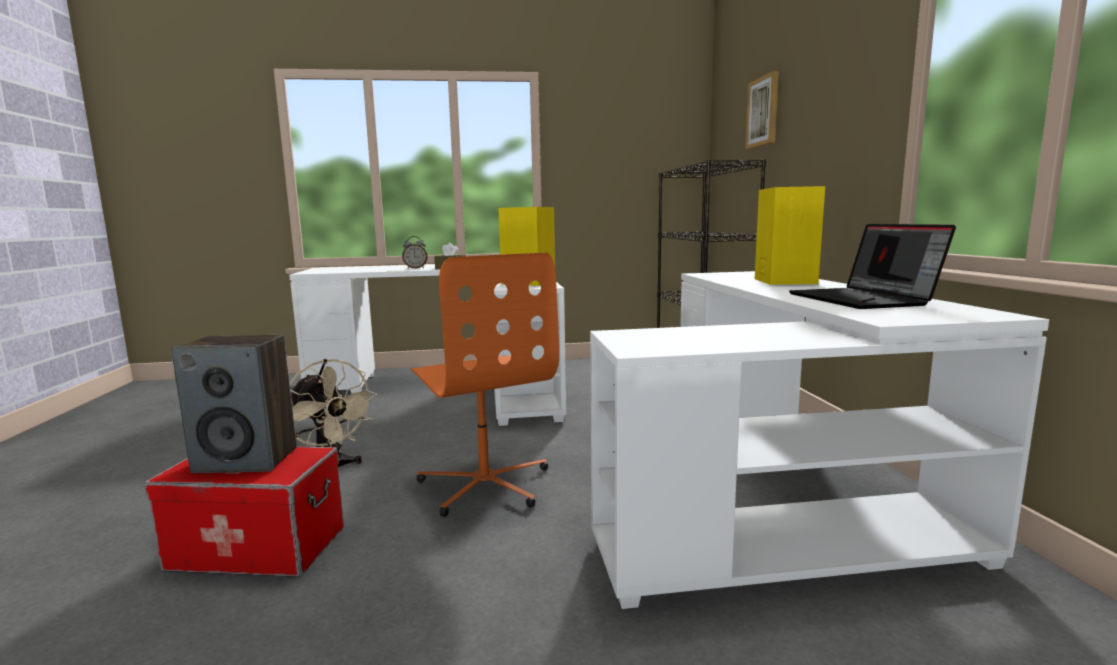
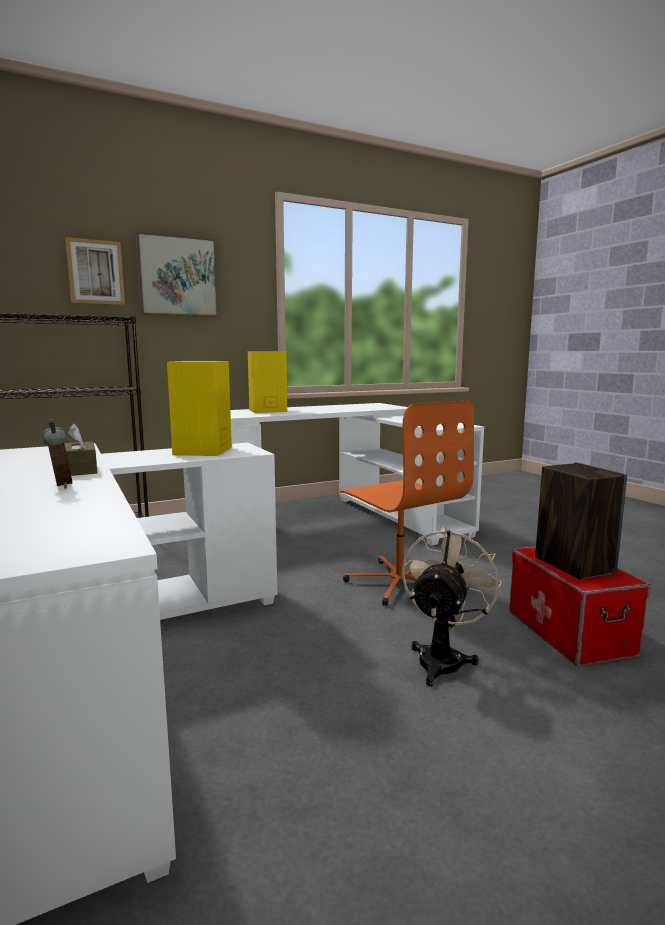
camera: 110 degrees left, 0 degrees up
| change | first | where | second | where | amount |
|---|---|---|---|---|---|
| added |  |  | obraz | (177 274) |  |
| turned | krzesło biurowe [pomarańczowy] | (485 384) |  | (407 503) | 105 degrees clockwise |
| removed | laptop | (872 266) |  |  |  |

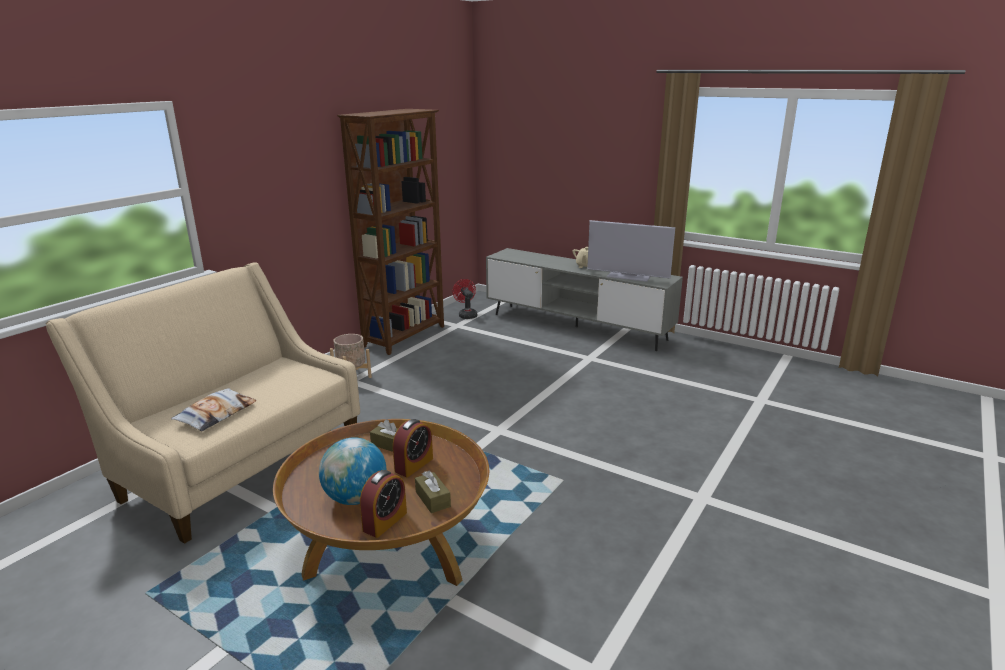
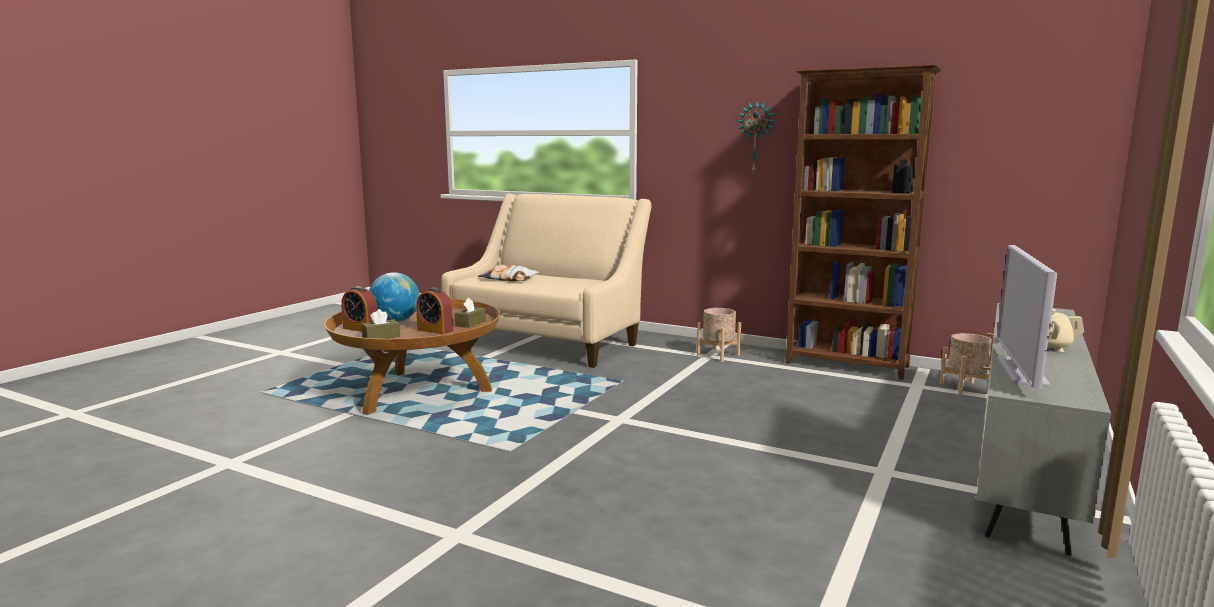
camera: 85 degrees right, 10 degrees down
| change | first | where | second | where | amount |
|---|---|---|---|---|---|
| added |  |  | zegar ścienny | (756 137) |  |
| replaced | wentylator [czerwony] | (464 299) | donica [beżowy] | (966 364) |  |

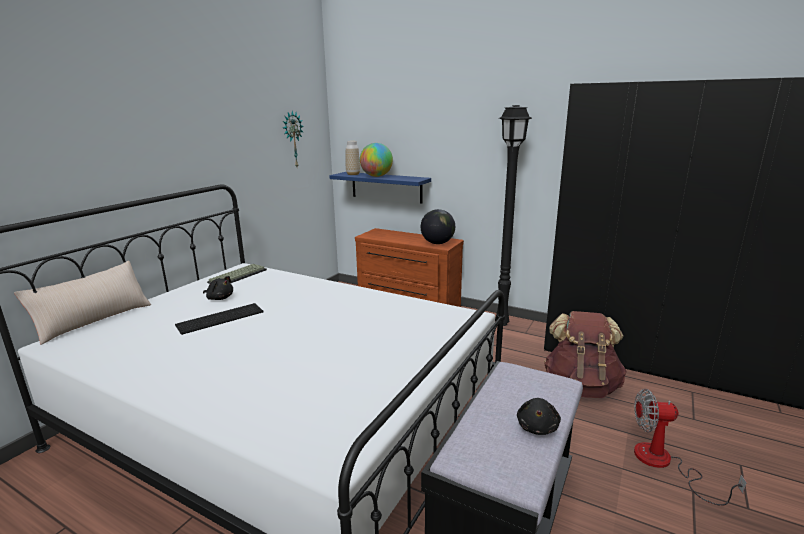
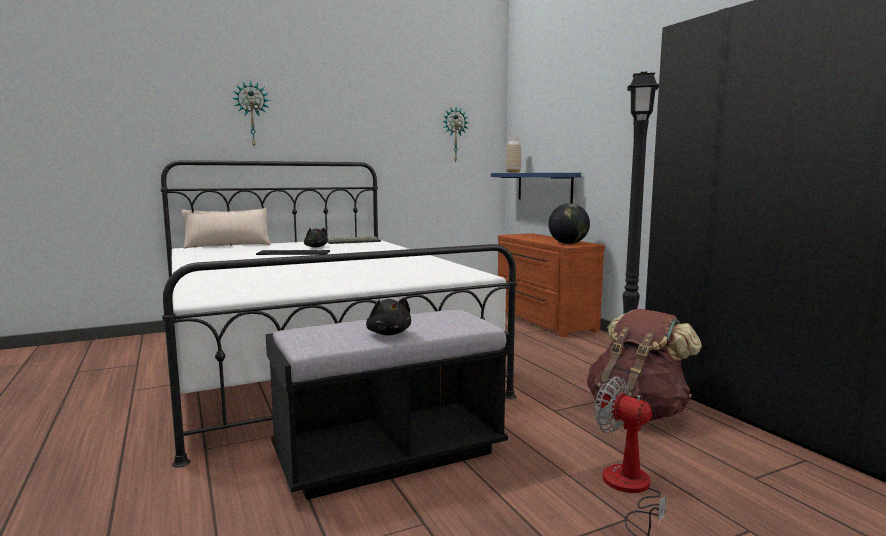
camera: 35 degrees right, 10 degrees down
| change | first | where | second | where | amount |
|---|---|---|---|---|---|
| added |  |  | zegar ścienny | (251 113) |  |
| turned | pluszak [czarny] | (539 416) |  | (388 316) | 75 degrees counterclockwise |
| removed | globus | (376 160) |  |  |  |

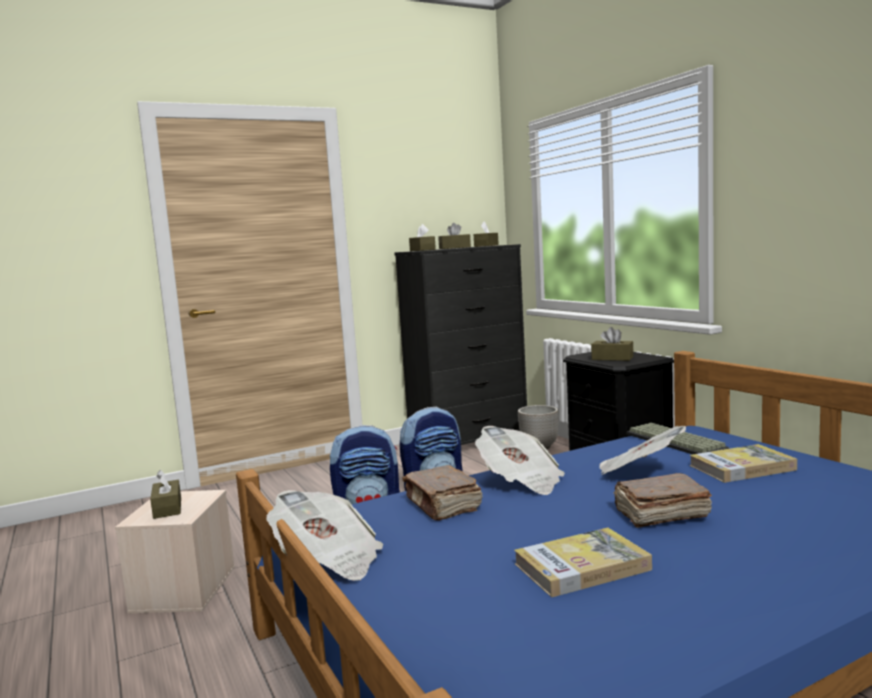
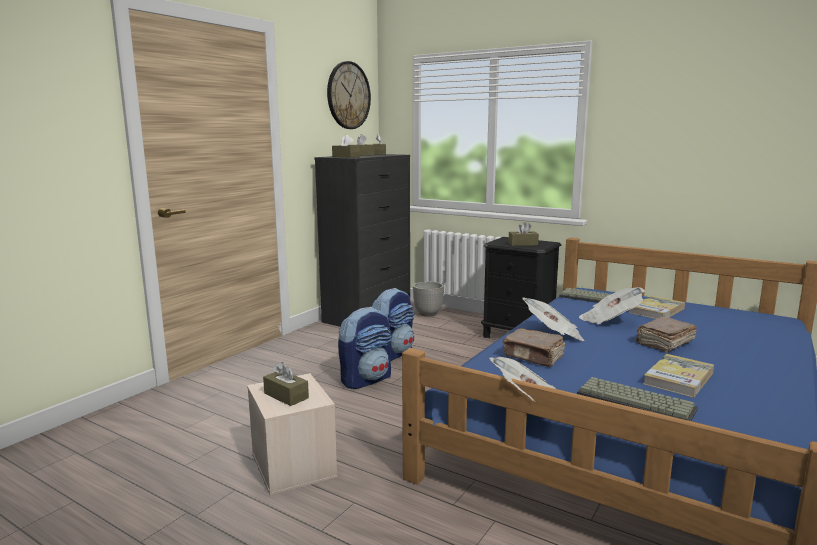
camera: 30 degrees left, 5 degrees up
| change | first | where | second | where | amount |
|---|---|---|---|---|---|
| added |  |  | zegar ścienny | (349 95) |  |
| added |  |  | klawiatura | (637 399) |  |

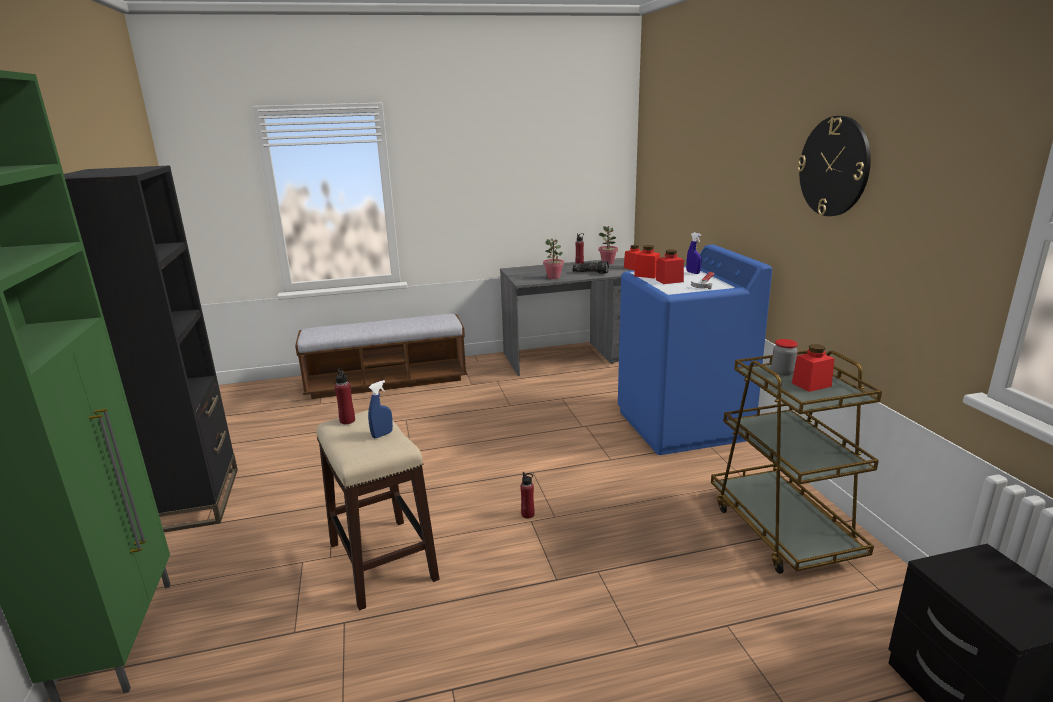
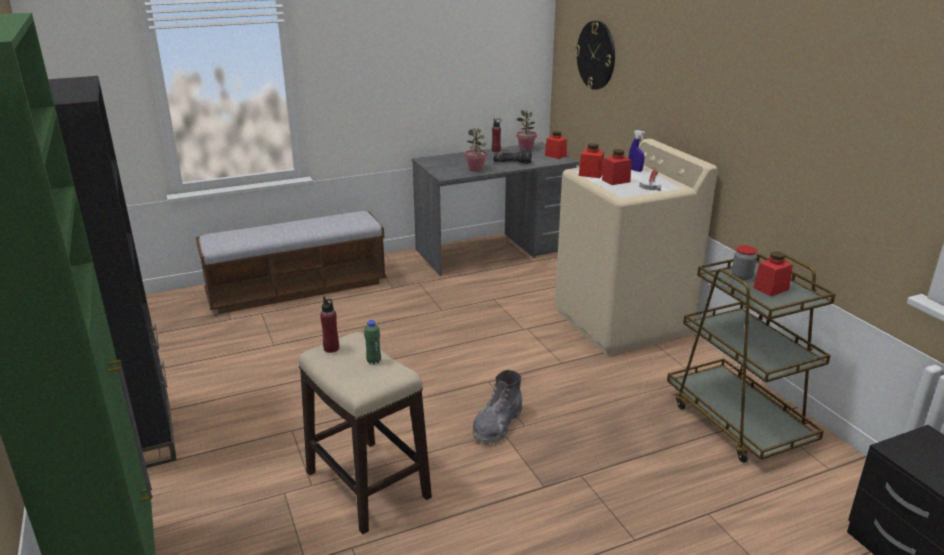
camera: 10 degrees left, 5 degrees up
| change | first | where | second | where | amount |
|---|---|---|---|---|---|
| replaced | spryskiwacz [niebieski] | (380 409) | butelka [zielony] | (372 342) |  |
| replaced | butelka [czerwony] | (527 495) | but z cholewką [szary] | (497 407) |  |
| recoloured | pralka [niebieski] | (695 350) | pralka [beżowy] | (636 247) |  |
| moved | zegar ścienny | (834 166) |  | (595 55) |  |

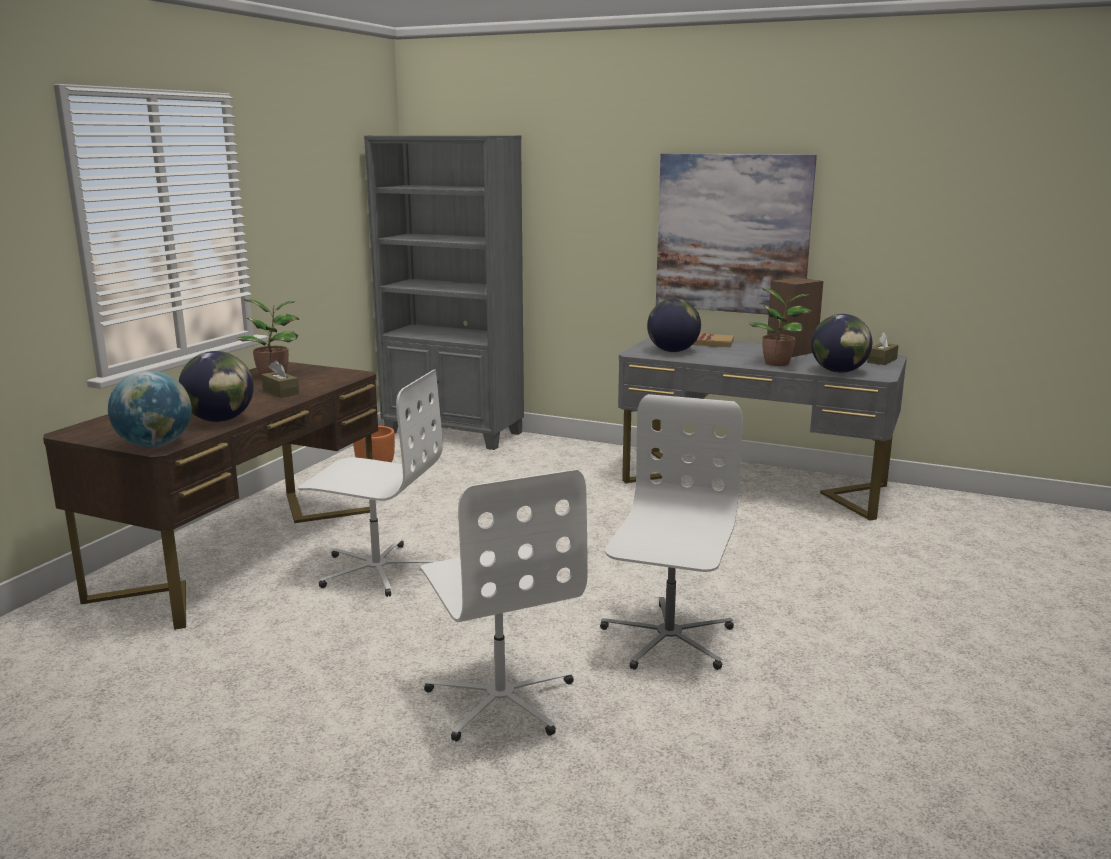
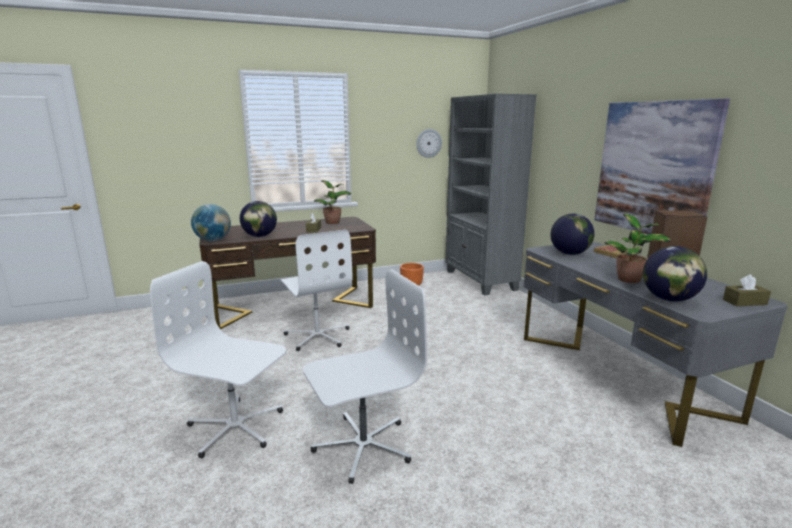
camera: 45 degrees right, 0 degrees up
| change | first | where | second | where | amount |
|---|---|---|---|---|---|
| turned | krzesło biurowe [biały] | (504 605) |  | (218 359) | 90 degrees clockwise |
| added |  |  | zegar ścienny | (429 143) |  |

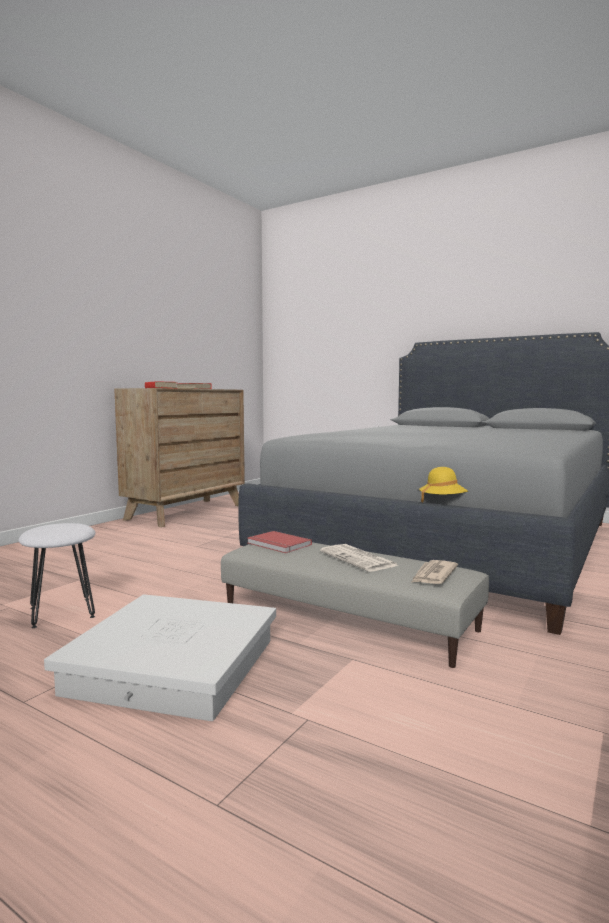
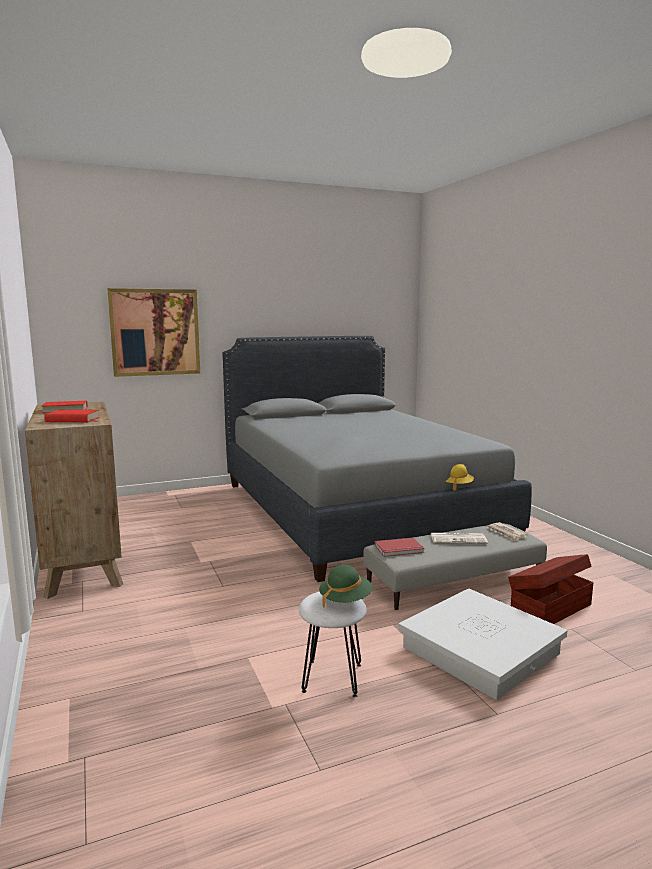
camera: 55 degrees left, 5 degrees up
| change | first | where | second | where | amount |
|---|---|---|---|---|---|
| added |  |  | obraz | (153 332) |  |
| added |  |  | kapelusz [zielony] | (346 586) |  |
| added |  |  | pojemnik do przechowywania [brązowy] | (551 589) |  |

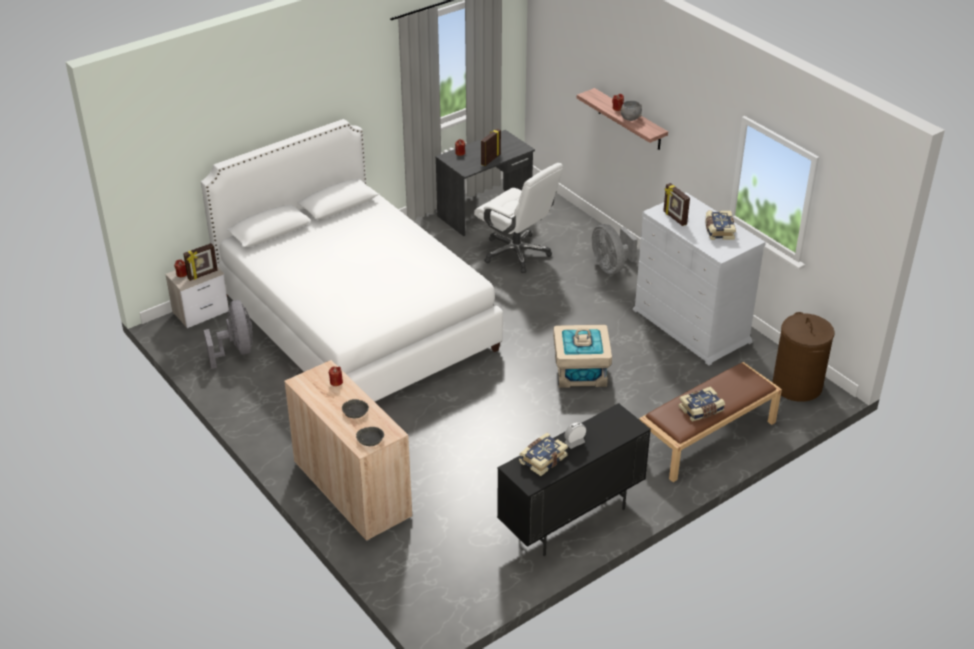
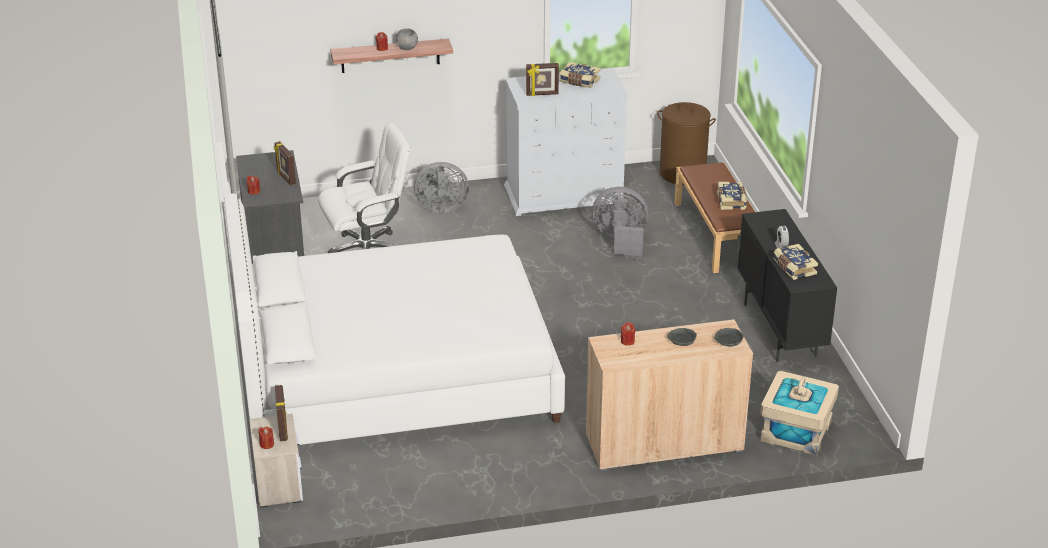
camera: 65 degrees left, 5 degrees down
| change | first | where | second | where | amount |
|---|---|---|---|---|---|
| moved | wentylator [szary] | (228 334) |  | (620 221) |  |
| moved | pojemnik do przechowywania [beżowy] | (582 356) |  | (799 413) |  |

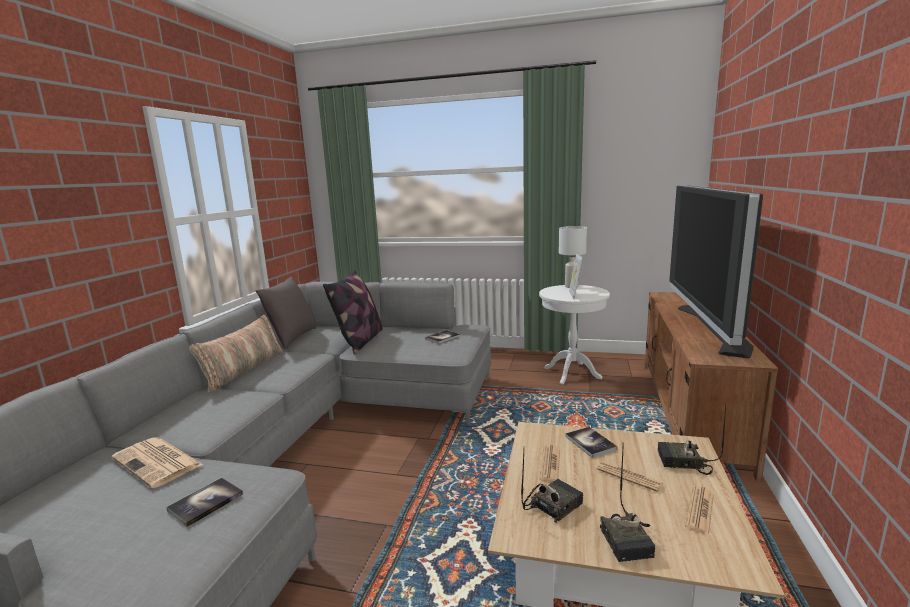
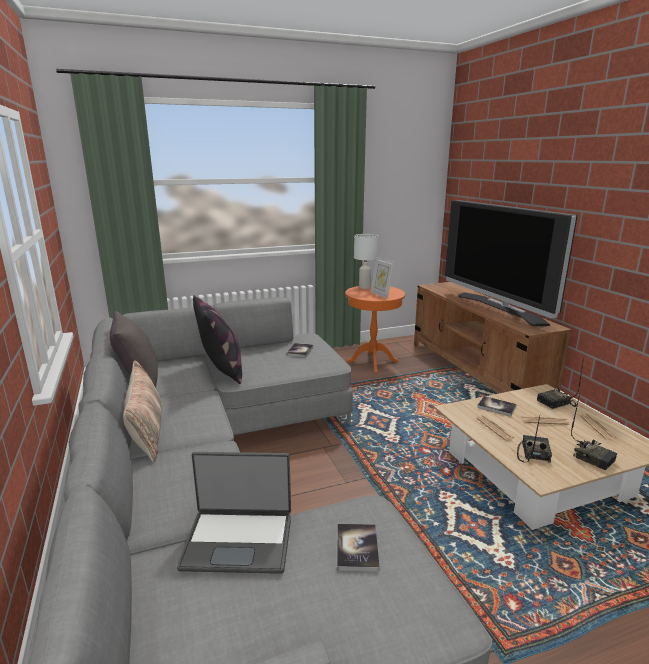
camera: 35 degrees left, 5 degrees up
| change | first | where | second | where | amount |
|---|---|---|---|---|---|
| replaced | gazeta | (157 462) | laptop | (234 513) |  |
| recoloured | stolik [biały] | (574 334) | stolik [pomarańczowy] | (375 329) |  |

